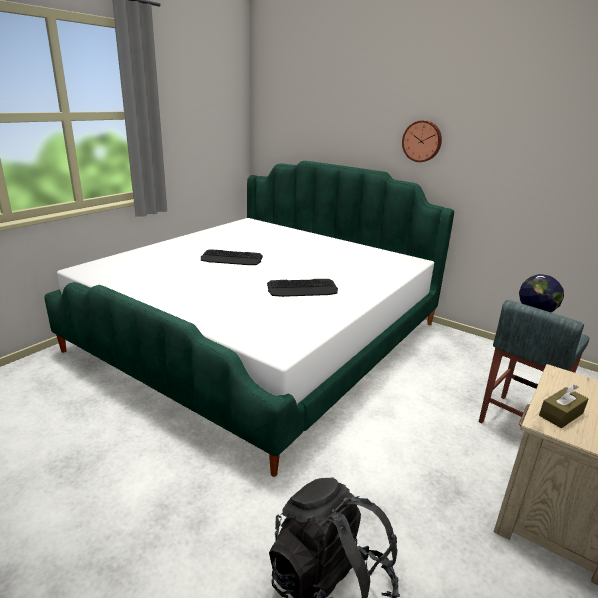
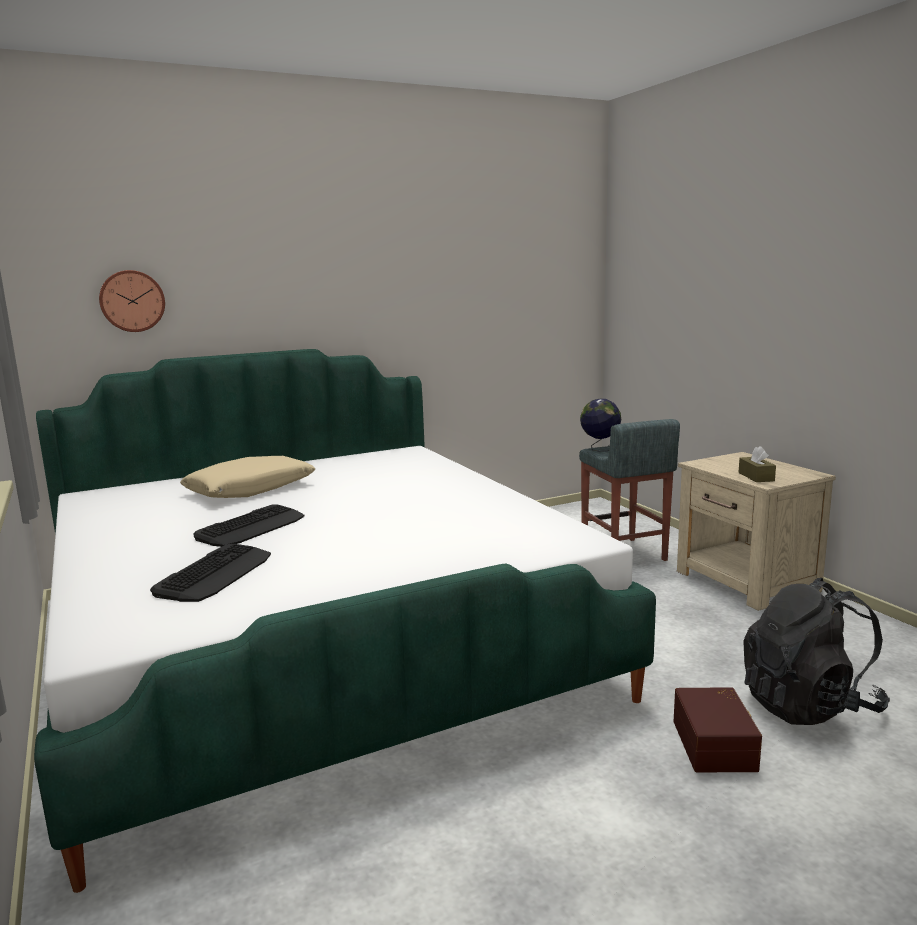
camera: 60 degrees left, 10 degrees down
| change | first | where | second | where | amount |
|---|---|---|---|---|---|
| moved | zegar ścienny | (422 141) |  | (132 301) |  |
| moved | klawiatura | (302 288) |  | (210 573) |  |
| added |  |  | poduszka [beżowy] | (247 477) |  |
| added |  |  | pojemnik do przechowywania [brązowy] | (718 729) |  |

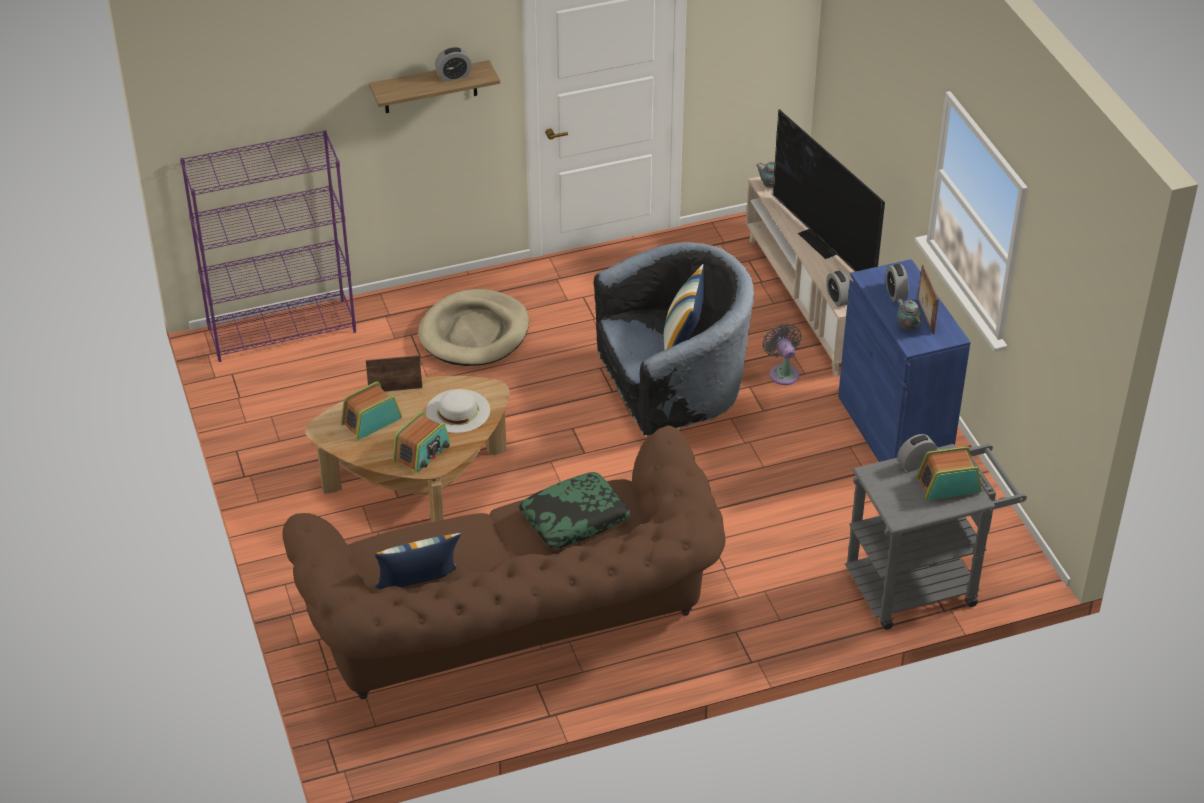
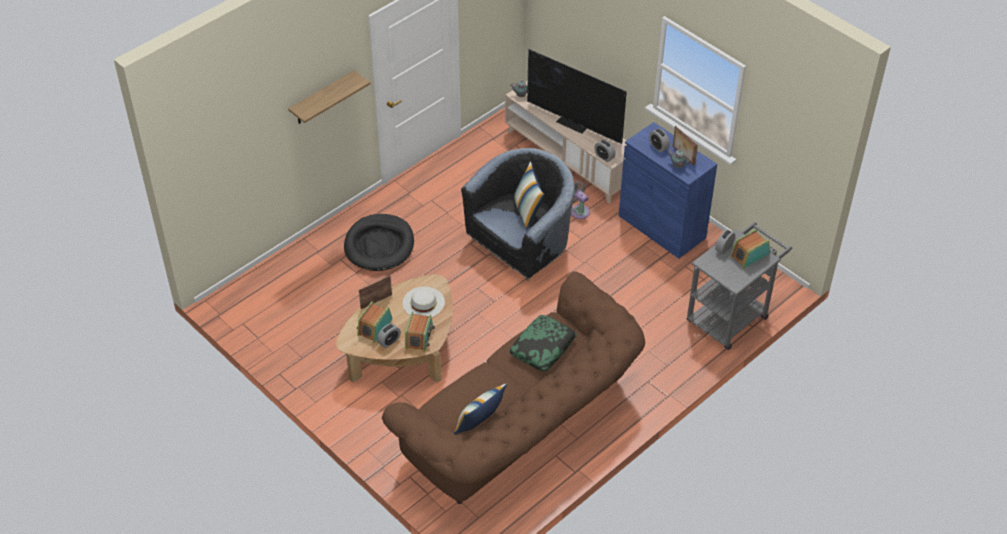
camera: 25 degrees left, 5 degrees up
| change | first | where | second | where | amount |
|---|---|---|---|---|---|
| recoloured | legowisko [beżowy] | (473 327) | legowisko [czarny] | (379 242) |  |
| moved | budzik | (453 64) |  | (389 335) |  |
| removed | regał [fioletowy] | (268 246) |  |  |  |

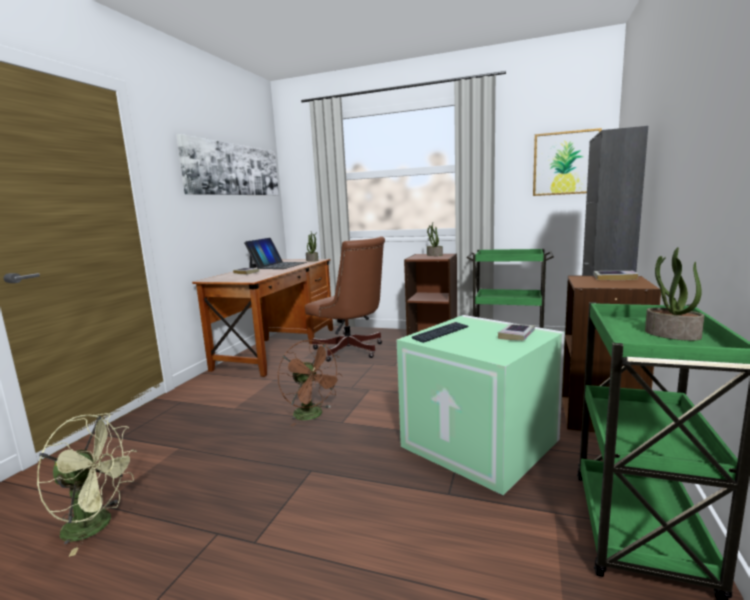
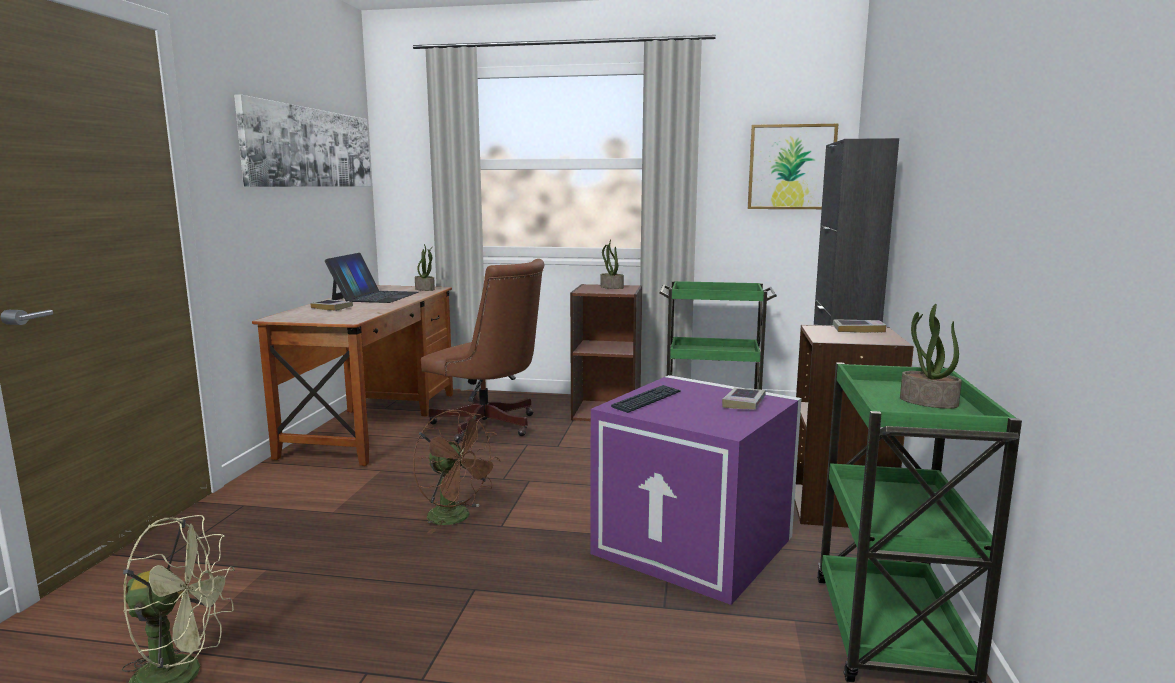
camera: 10 degrees left, 0 degrees up
| change | first | where | second | where | amount |
|---|---|---|---|---|---|
| recoloured | pojemnik do przechowywania [zielony] | (481 405) | pojemnik do przechowywania [fioletowy] | (696 490) |  |

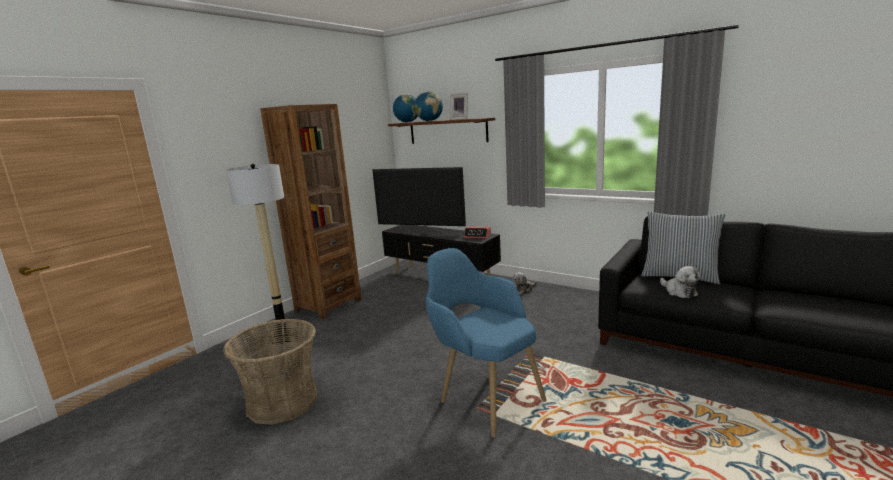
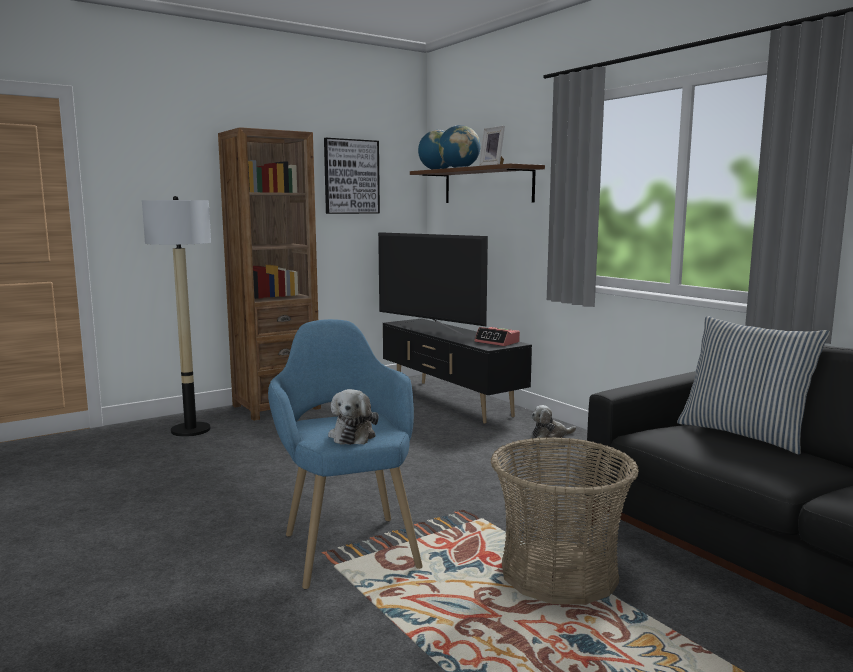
camera: 20 degrees right, 5 degrees down
| change | first | where | second | where | amount |
|---|---|---|---|---|---|
| added |  |  | obraz | (352 176) |  |
| moved | pluszak | (680 282) |  | (353 417) |  |
| moved | koszyk | (270 372) |  | (565 521) |  |

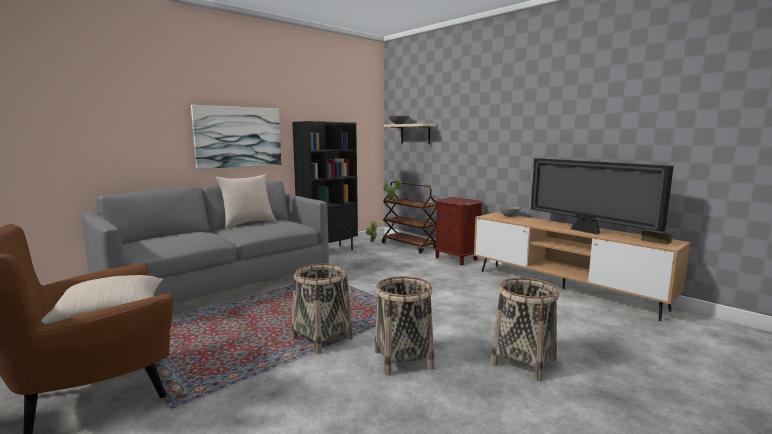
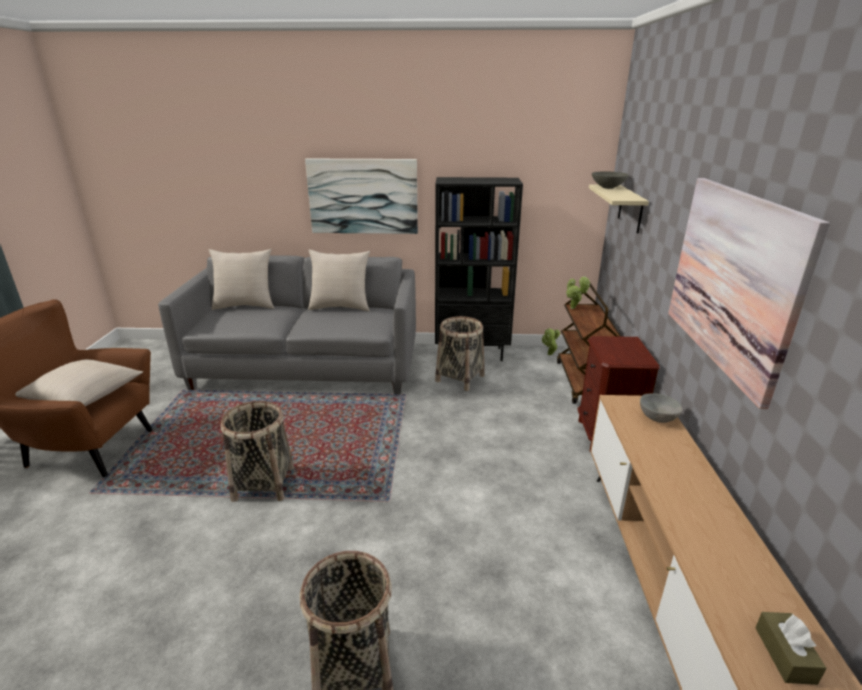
camera: 45 degrees right, 15 degrees up
| change | first | where | second | where | amount |
|---|---|---|---|---|---|
| added |  |  | poduszka [beżowy] | (241 279) |  |
| moved | koszyk | (404 326) |  | (460 353) |  |
| added |  |  | obraz | (749 293) |  |
| removed | telewizor | (602 196) |  |  |  |

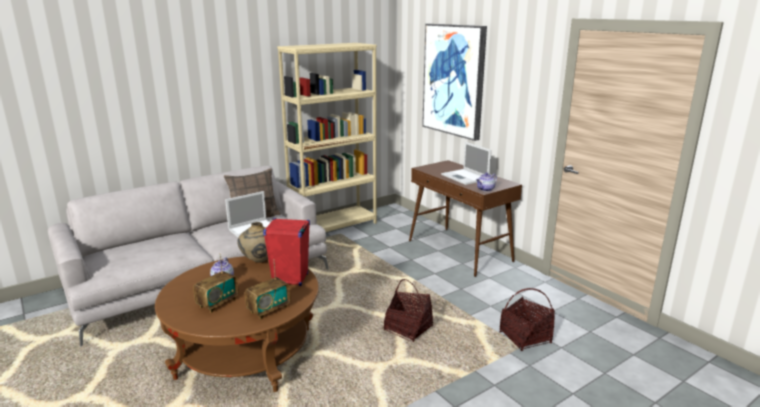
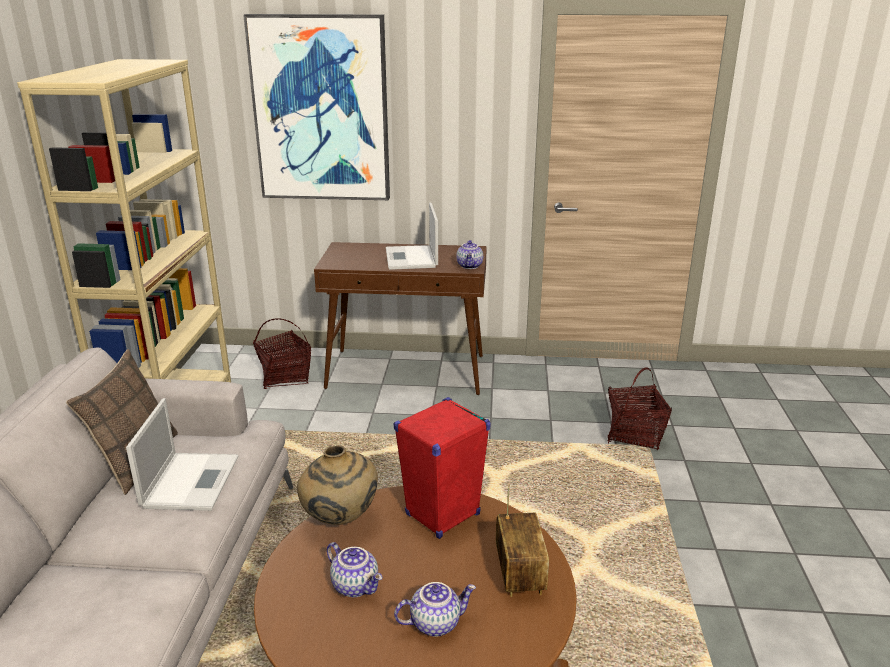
camera: 50 degrees left, 5 degrees up
| change | first | where | second | where | amount |
|---|---|---|---|---|---|
| moved | koszyk | (408 310) |  | (282 353) |  |
| turned | laptop | (466 163) |  | (412 236) | 75 degrees clockwise |
| replaced | radio | (216 283) | imbryk | (435 609) |  |

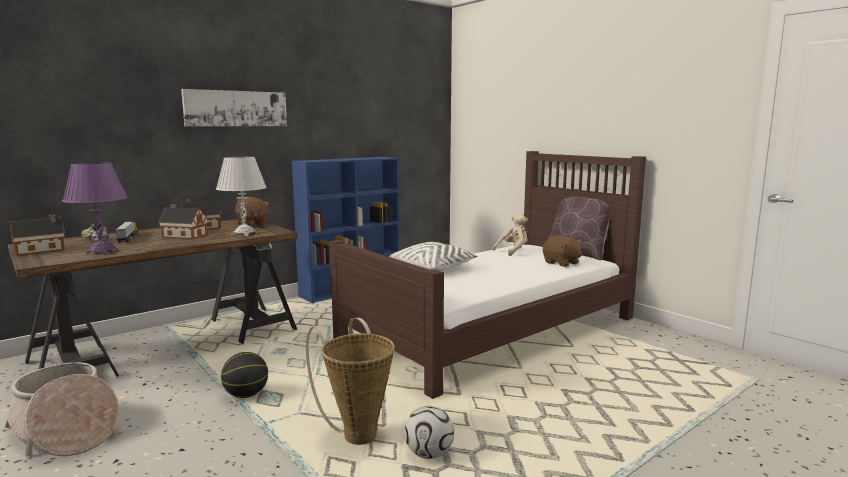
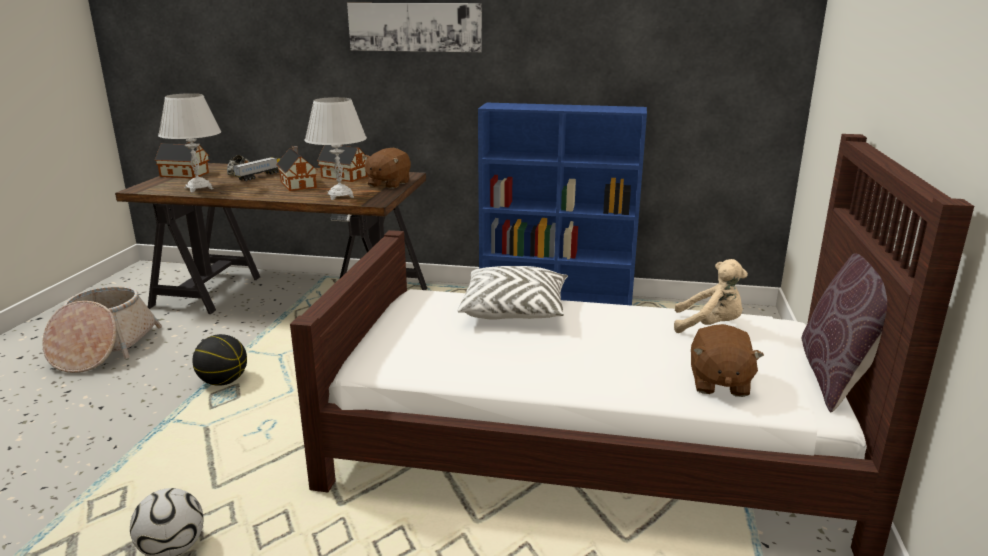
camera: 50 degrees right, 10 degrees up
| change | first | where | second | where | amount |
|---|---|---|---|---|---|
| recoloured | lampa stołowa [fioletowy] | (95 208) | lampa stołowa [biały] | (189 143) |  |
| removed | koszyk | (350 381) |  |  |  |

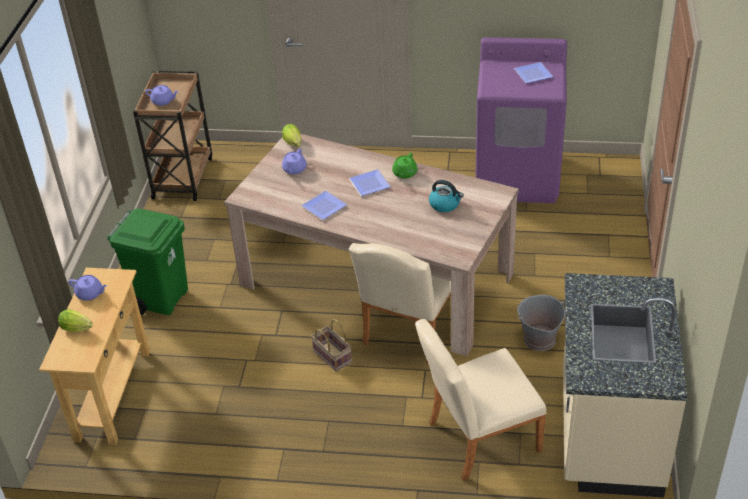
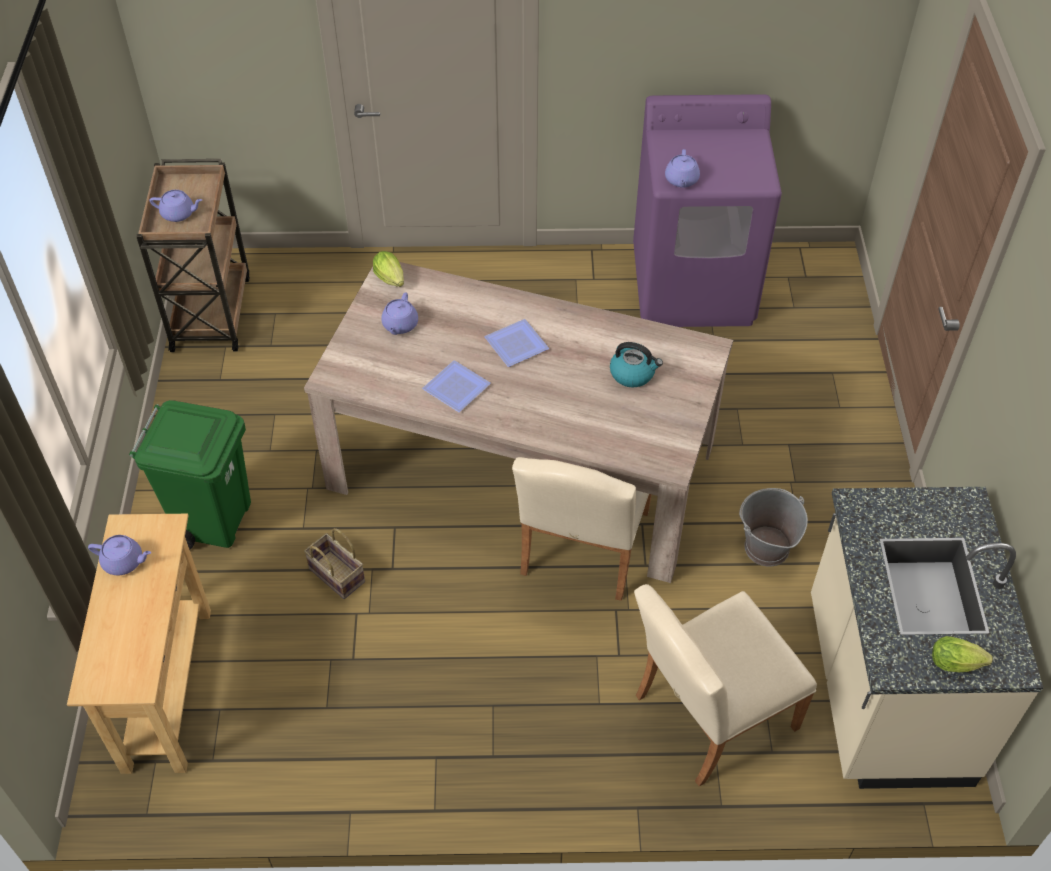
camera: 10 degrees left, 10 degrees up
| change | first | where | second | where | amount |
|---|---|---|---|---|---|
| moved | koszyk | (331 345) |  | (334 563) |  |
| added |  |  | imbryk [fioletowy] | (682 168) |  |
| moved | sałata | (75 320) |  | (962 654) |  |
| removed | imbryk [zielony] | (404 166) |  |  |  |
| removed | talerz | (533 72) |  |  |  |

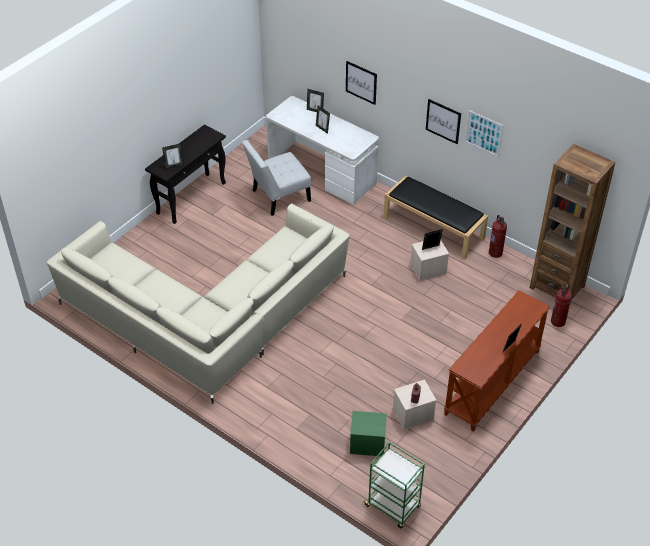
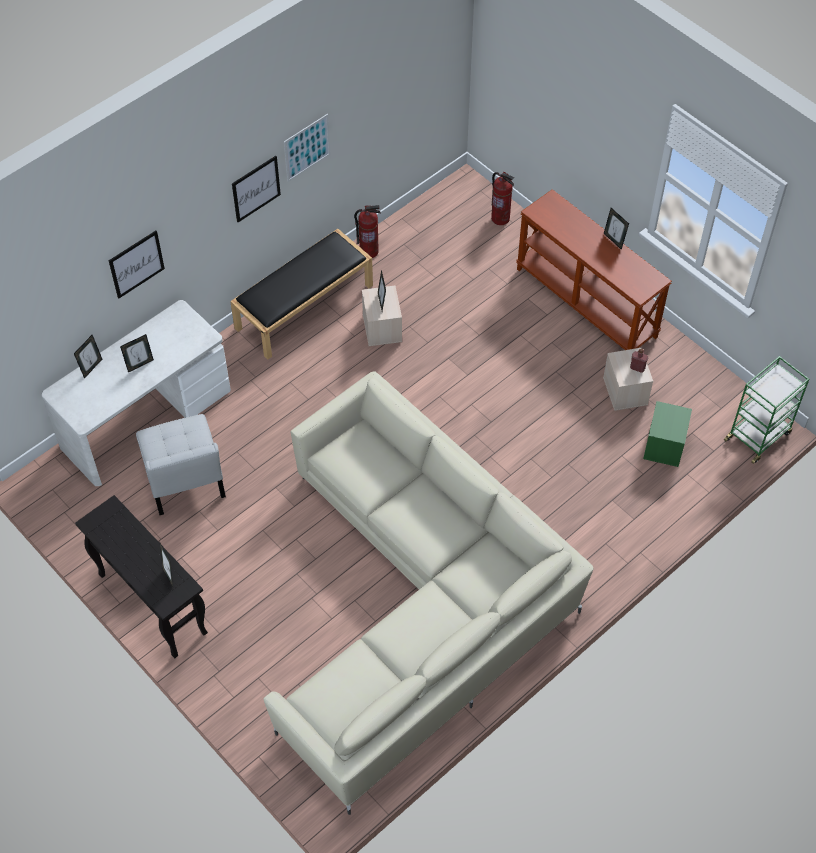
camera: 80 degrees left, 10 degrees up
| change | first | where | second | where | amount |
|---|---|---|---|---|---|
| removed | regał [brązowy] | (573 222) |  |  |  |

